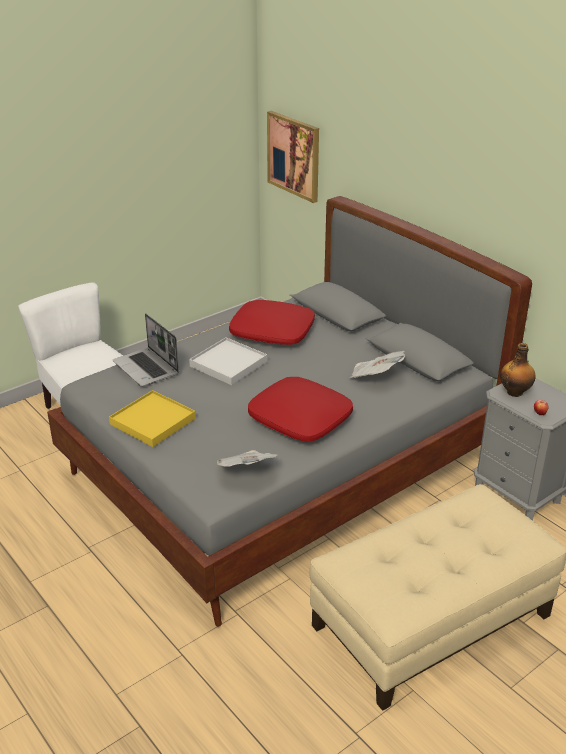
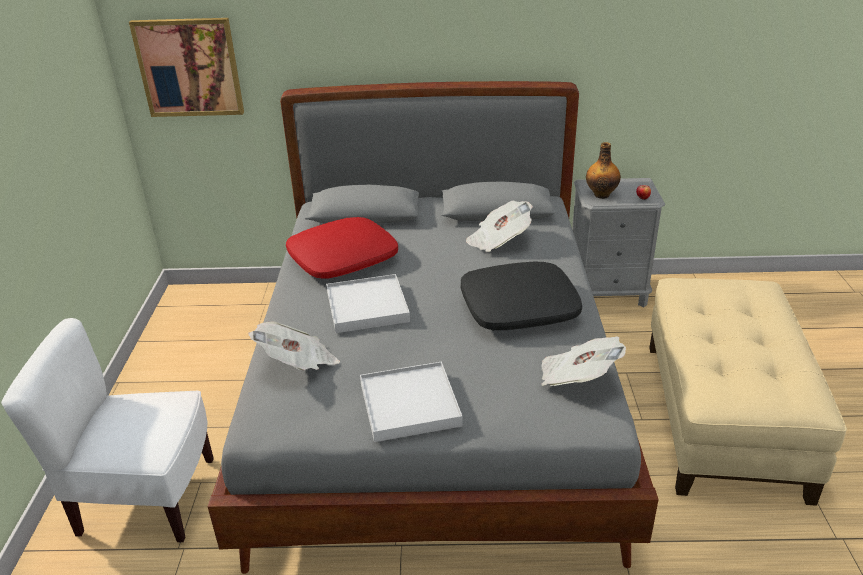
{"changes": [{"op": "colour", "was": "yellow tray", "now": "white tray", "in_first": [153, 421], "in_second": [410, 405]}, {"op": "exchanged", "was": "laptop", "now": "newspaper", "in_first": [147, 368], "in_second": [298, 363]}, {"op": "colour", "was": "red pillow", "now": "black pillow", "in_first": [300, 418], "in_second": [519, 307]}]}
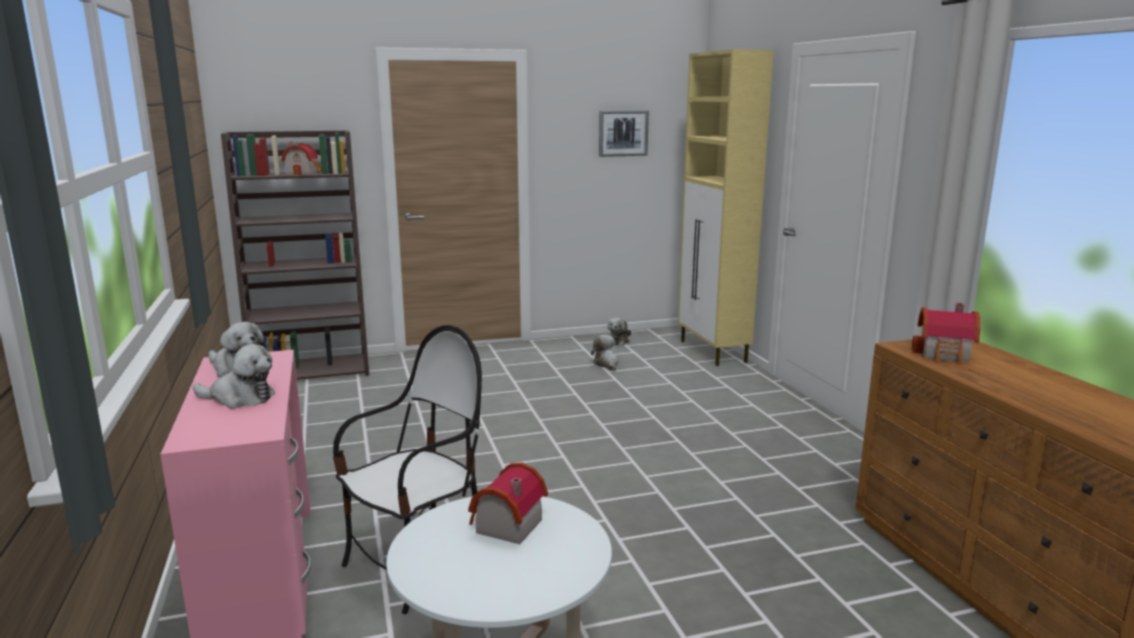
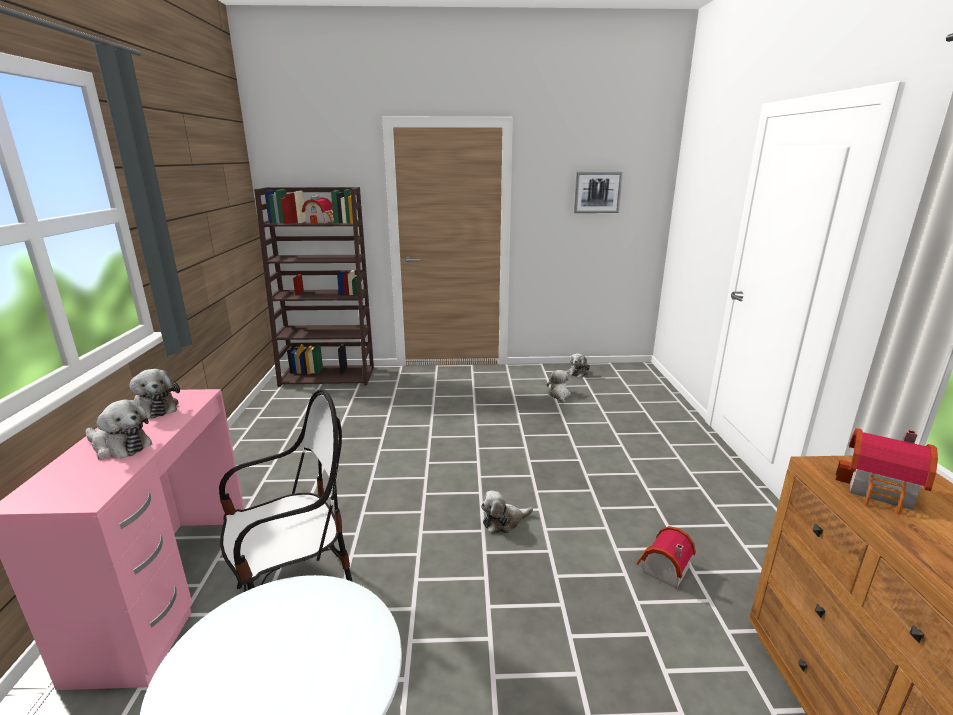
{"changes": [{"op": "relocated", "was": "toy house", "in_first": [504, 526], "in_second": [662, 570]}, {"op": "missing", "was": "beige cabinet", "in_first": [713, 352]}, {"op": "appeared", "now": "plush toy", "in_second": [504, 522]}]}
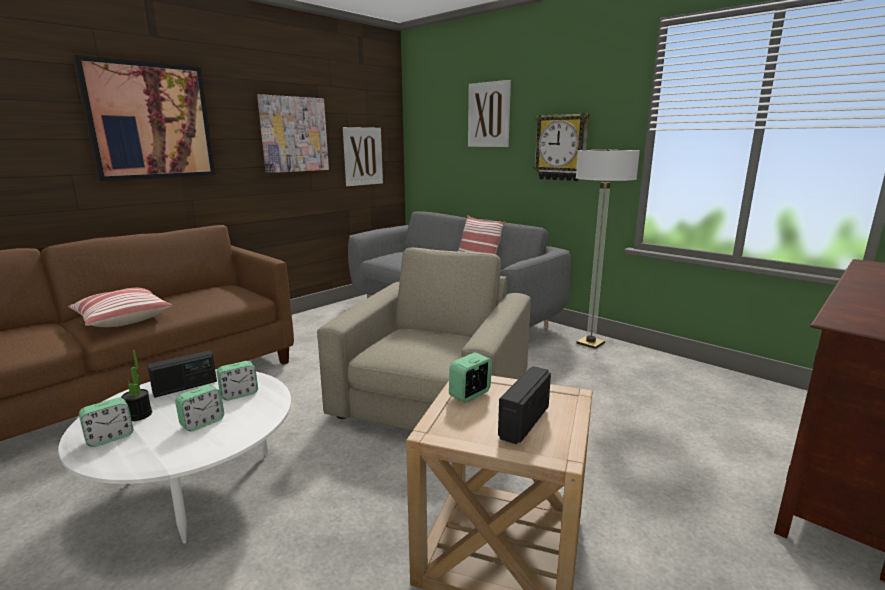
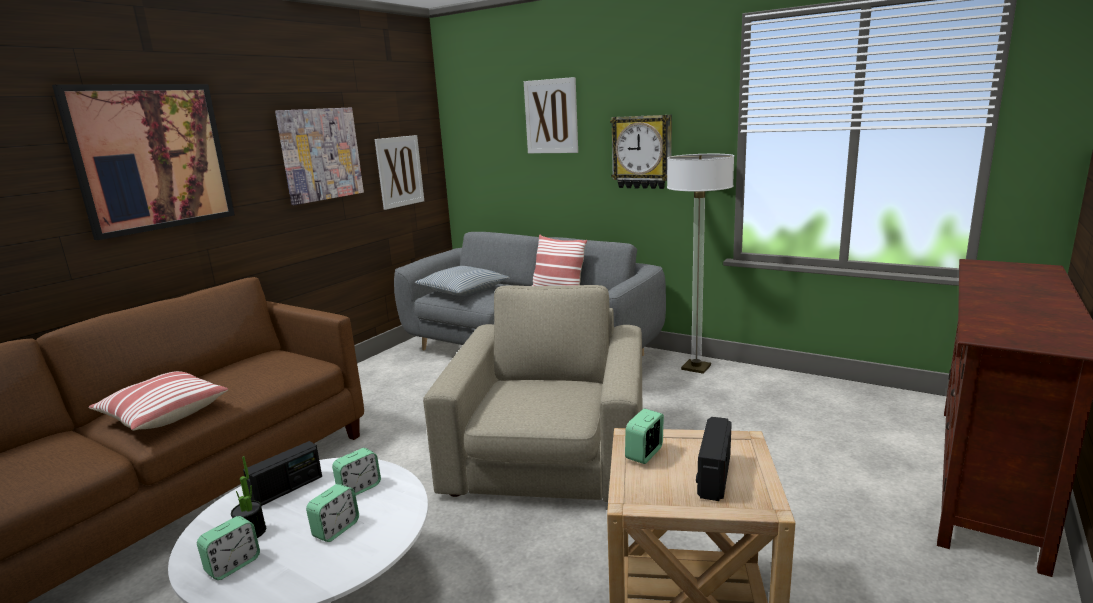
{"changes": [{"op": "appeared", "now": "pillow", "in_second": [463, 290]}]}
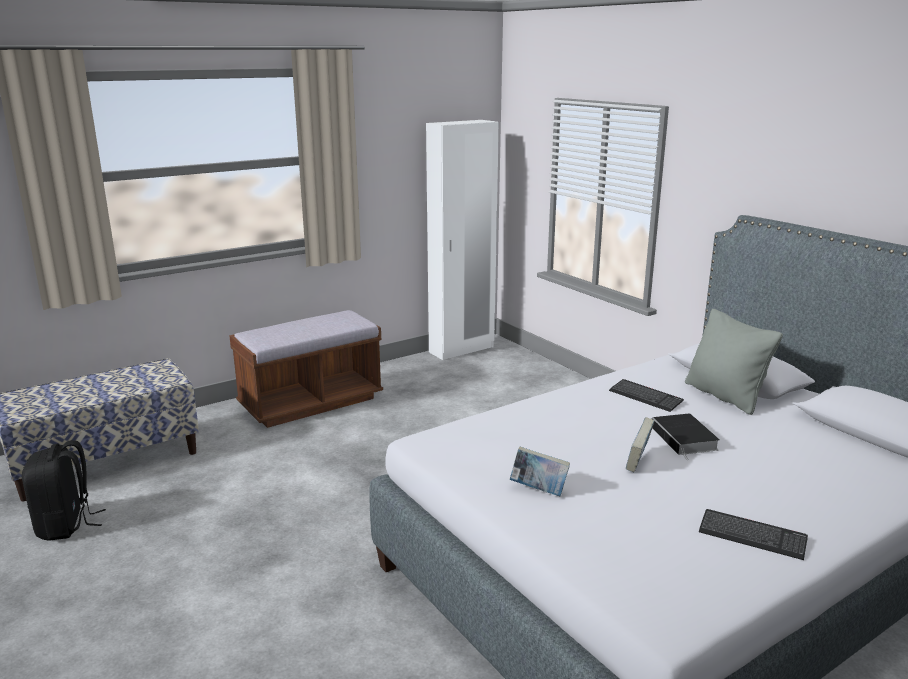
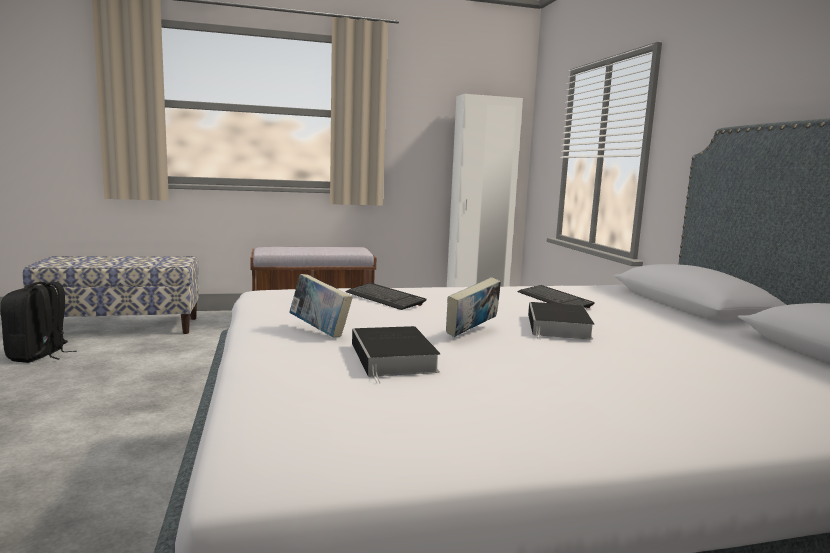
{"changes": [{"op": "missing", "was": "grey pillow", "in_first": [725, 396]}, {"op": "relocated", "was": "keyboard", "in_first": [752, 536], "in_second": [384, 298]}, {"op": "appeared", "now": "book", "in_second": [394, 358]}]}
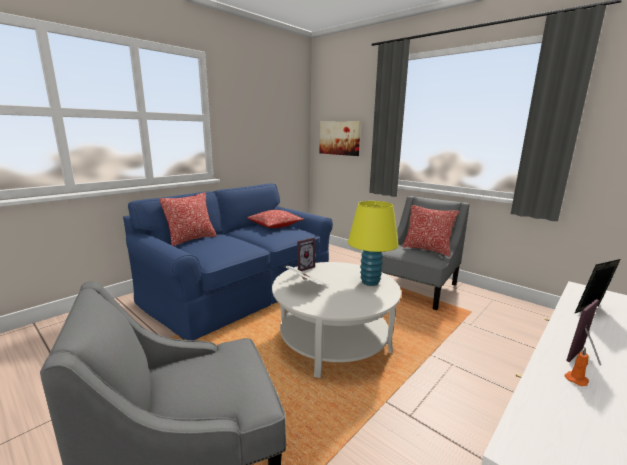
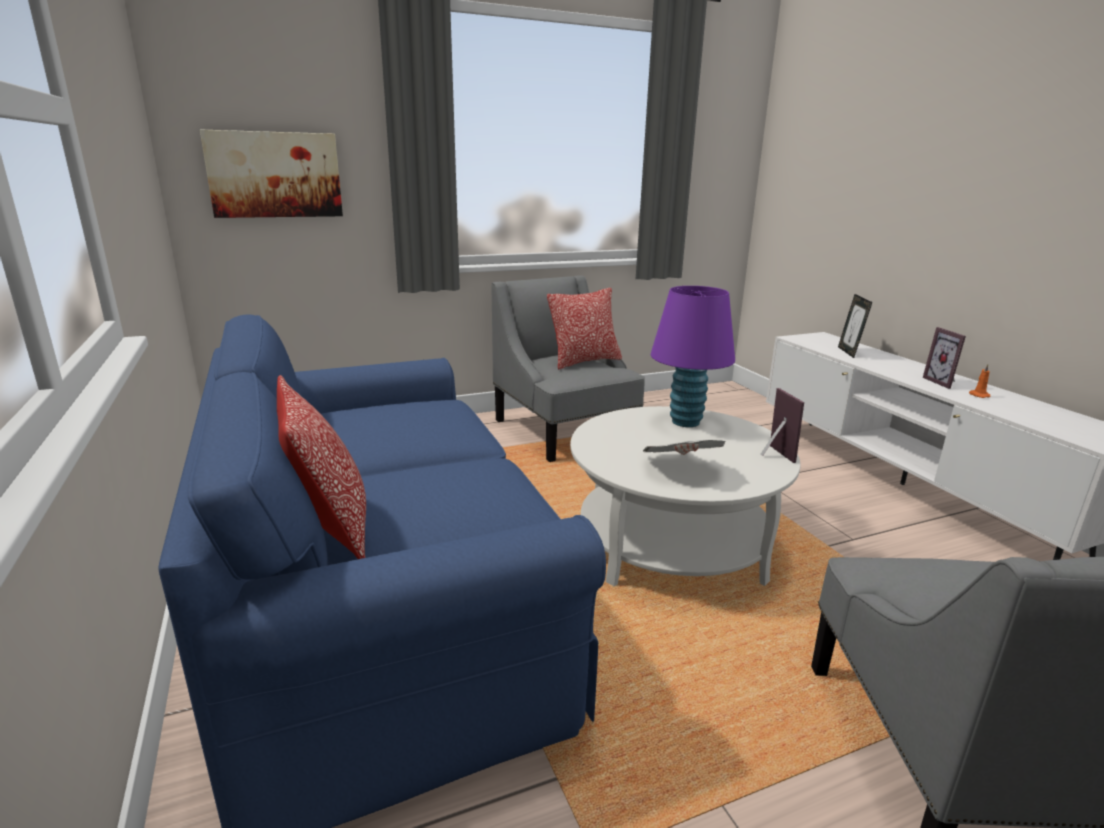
{"changes": [{"op": "missing", "was": "pillow", "in_first": [275, 225]}, {"op": "relocated", "was": "picture frame", "in_first": [303, 267], "in_second": [772, 455]}, {"op": "colour", "was": "yellow table lamp", "now": "purple table lamp", "in_first": [370, 282], "in_second": [686, 422]}]}
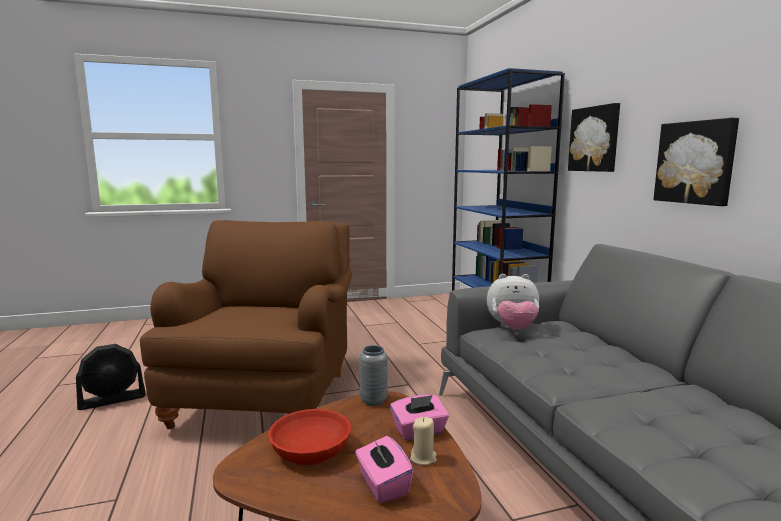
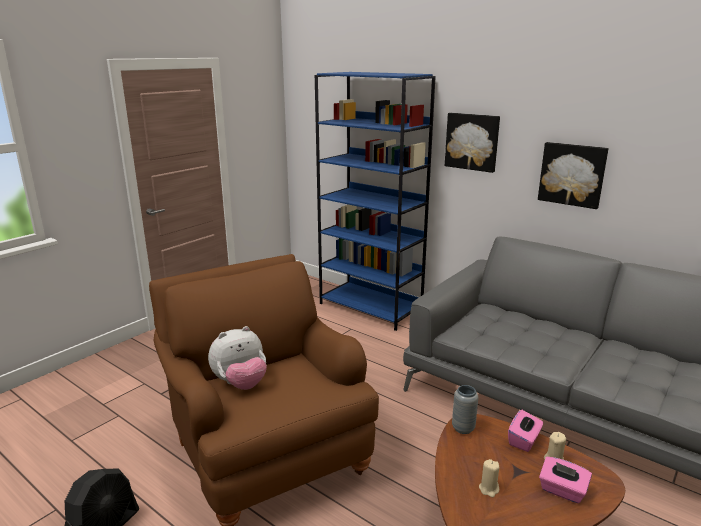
{"changes": [{"op": "exchanged", "was": "red bowl", "now": "beige candle", "in_first": [311, 449], "in_second": [489, 489]}, {"op": "relocated", "was": "plush toy", "in_first": [512, 329], "in_second": [241, 384]}]}
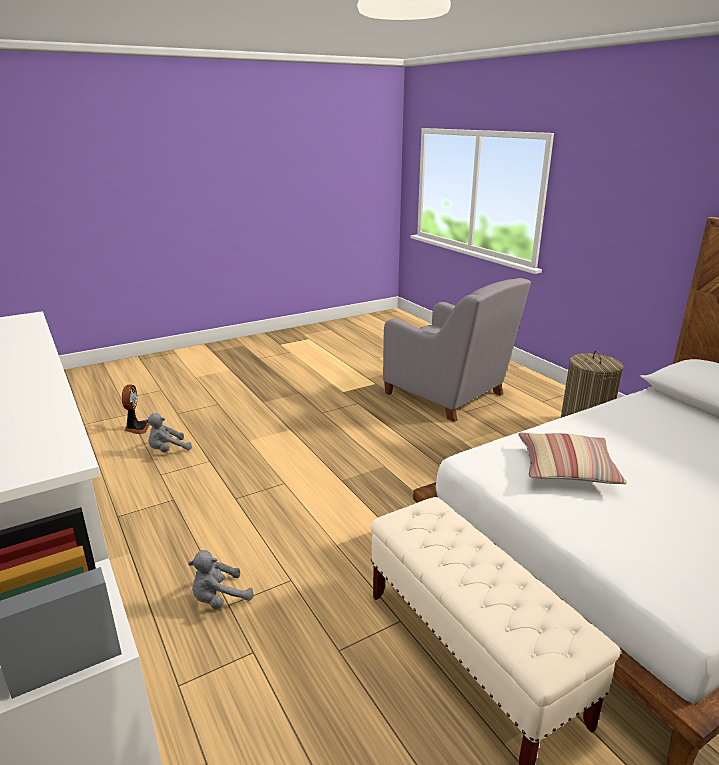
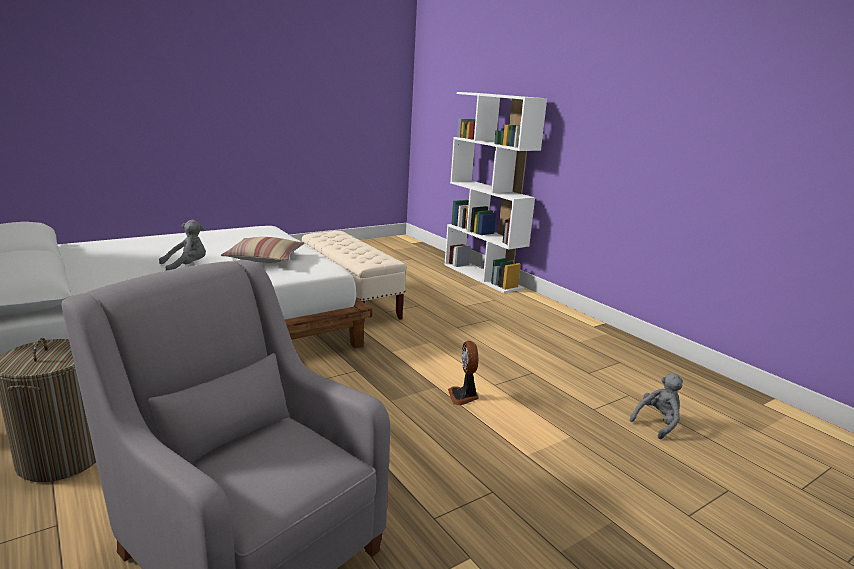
{"changes": [{"op": "relocated", "was": "fan", "in_first": [136, 428], "in_second": [464, 396]}, {"op": "relocated", "was": "grey plush toy", "in_first": [219, 599], "in_second": [187, 266]}]}
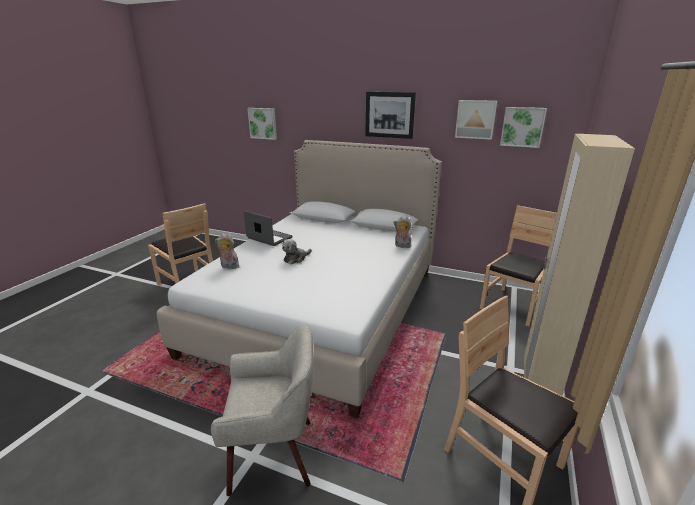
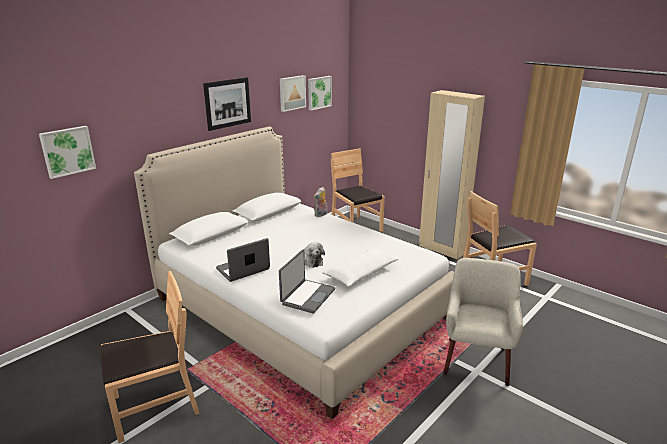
{"changes": [{"op": "exchanged", "was": "plush toy", "now": "laptop", "in_first": [228, 267], "in_second": [307, 296]}, {"op": "appeared", "now": "white pillow", "in_second": [361, 273]}]}
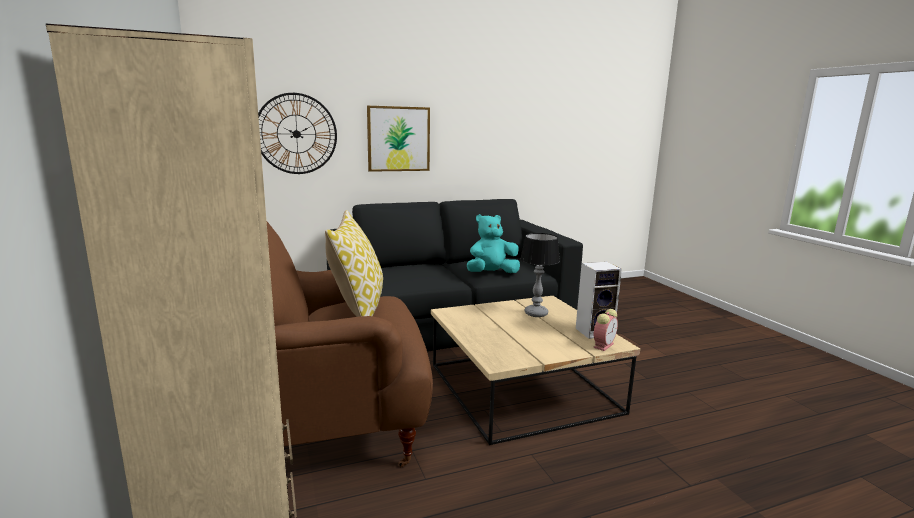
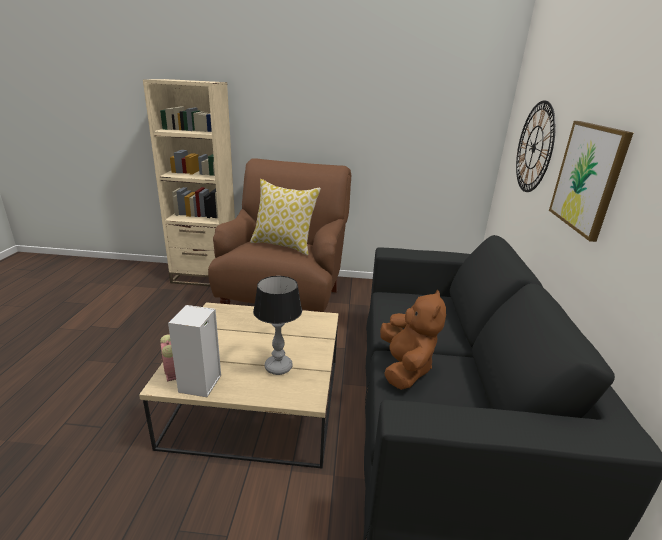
{"changes": [{"op": "colour", "was": "turquoise plush toy", "now": "brown plush toy", "in_first": [491, 274], "in_second": [405, 368]}]}
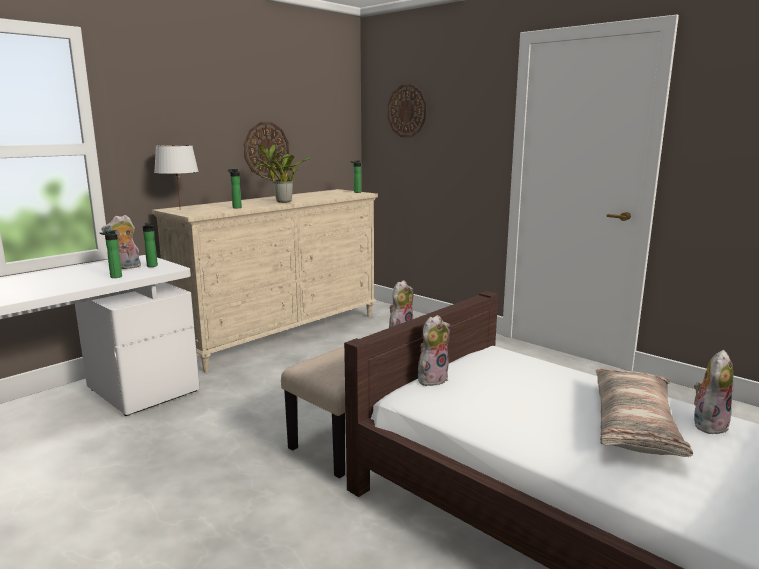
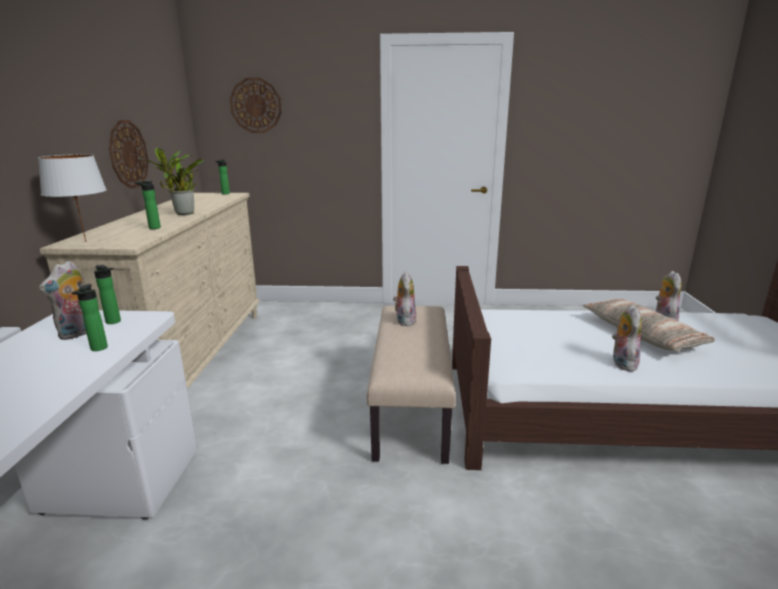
{"changes": [{"op": "relocated", "was": "plush toy", "in_first": [432, 378], "in_second": [621, 363]}]}
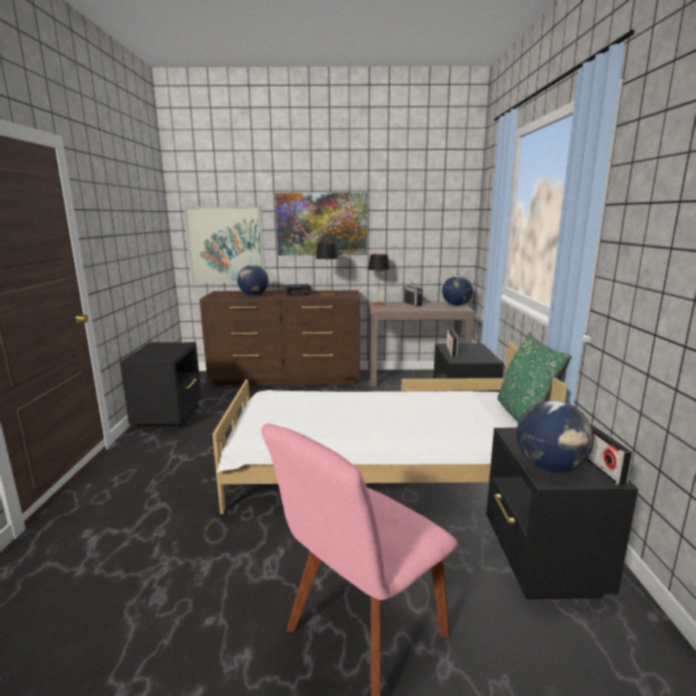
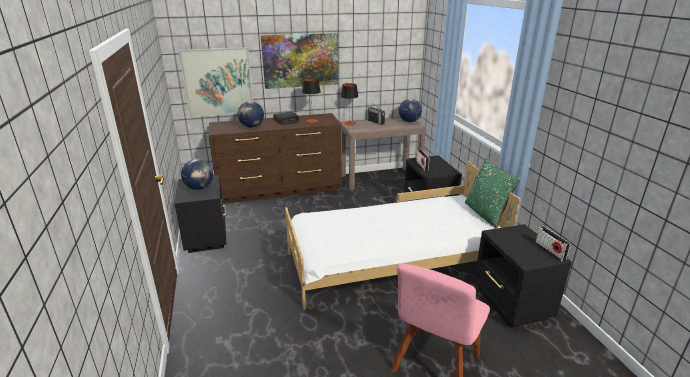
{"changes": [{"op": "relocated", "was": "globe", "in_first": [550, 467], "in_second": [199, 188]}]}
